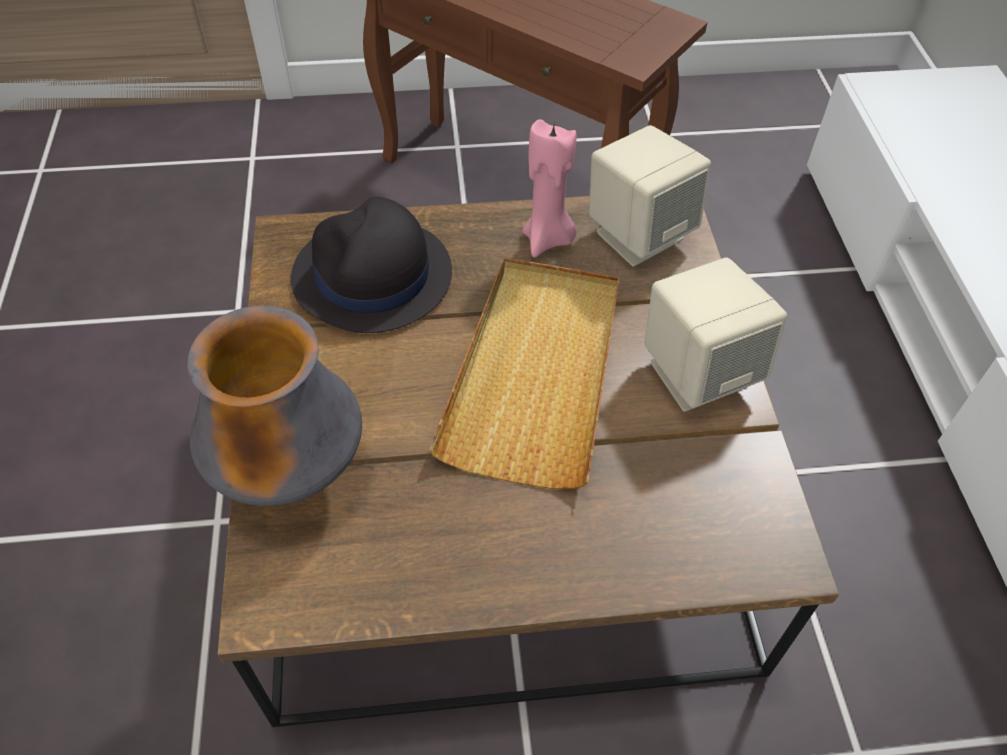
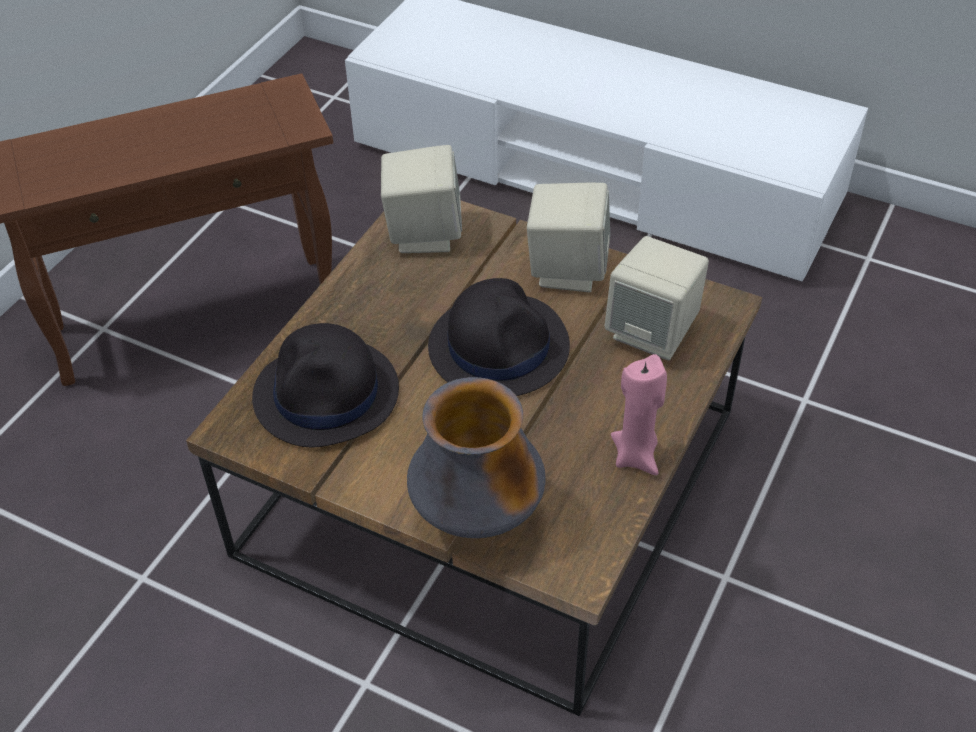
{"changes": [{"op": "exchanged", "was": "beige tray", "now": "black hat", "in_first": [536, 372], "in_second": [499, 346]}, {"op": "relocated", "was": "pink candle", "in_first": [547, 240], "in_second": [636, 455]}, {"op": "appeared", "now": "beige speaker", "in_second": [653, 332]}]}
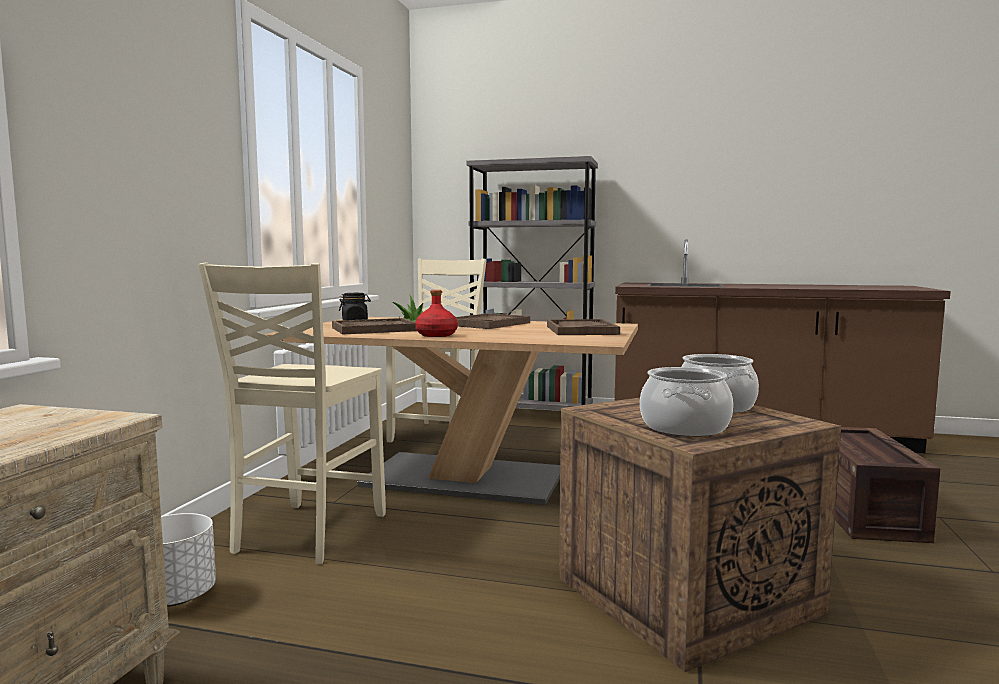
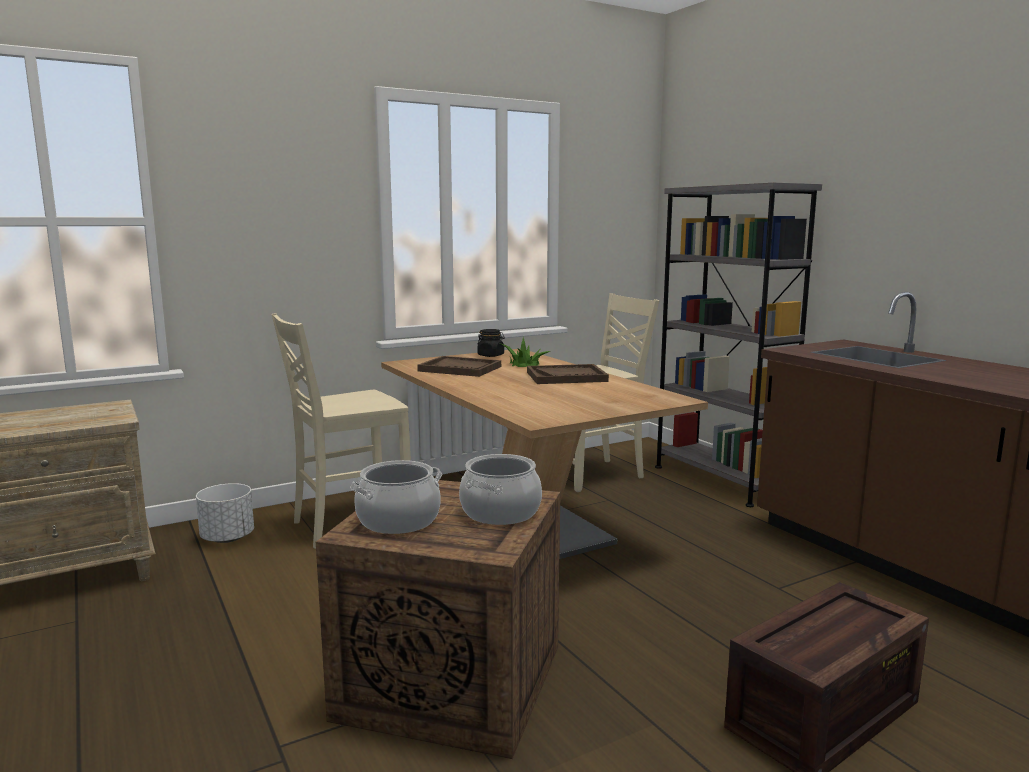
{"changes": [{"op": "missing", "was": "red bottle", "in_first": [437, 335]}, {"op": "missing", "was": "brown tray", "in_first": [581, 330]}]}
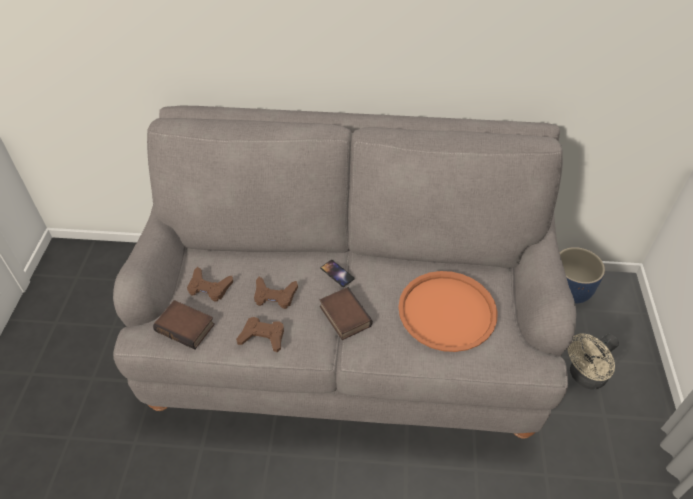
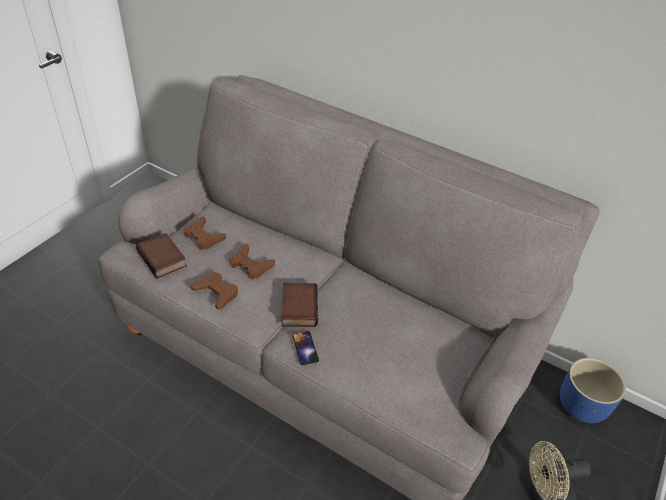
{"changes": [{"op": "relocated", "was": "phone", "in_first": [337, 273], "in_second": [305, 348]}, {"op": "missing", "was": "orange tray", "in_first": [447, 311]}]}
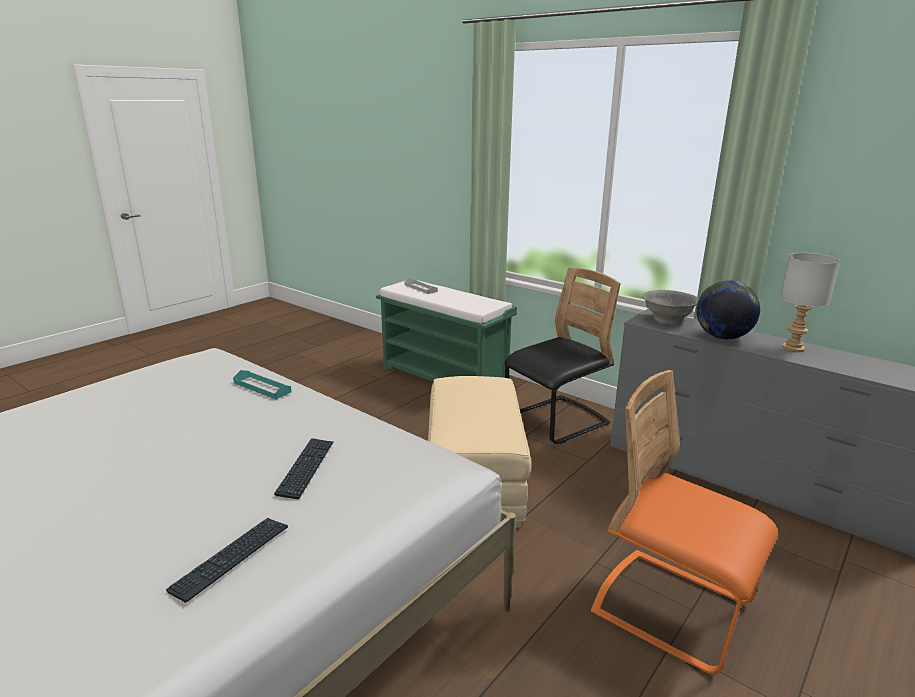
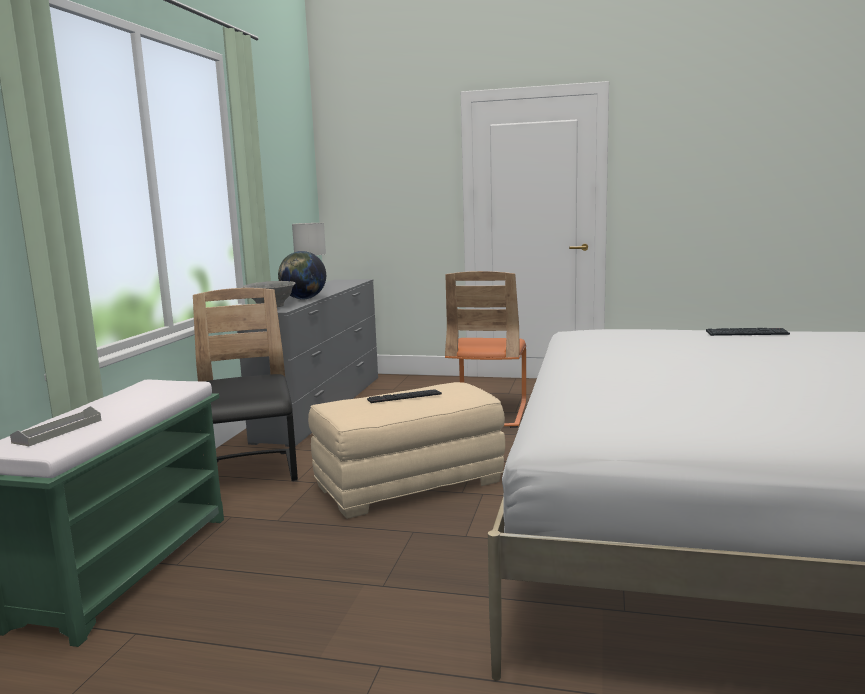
{"changes": [{"op": "missing", "was": "turquoise tray", "in_first": [262, 387]}, {"op": "relocated", "was": "keyboard", "in_first": [306, 468], "in_second": [404, 397]}, {"op": "spun", "was": "black chair", "in_first": [556, 421], "in_second": [251, 473], "clockwise": 45}]}
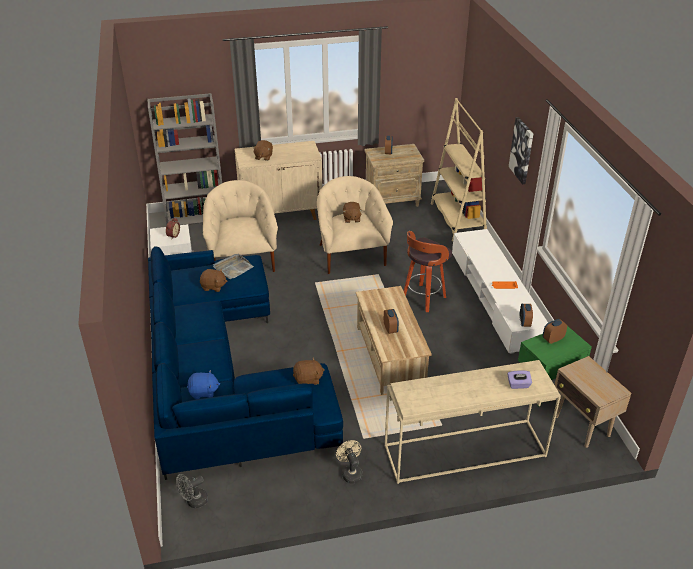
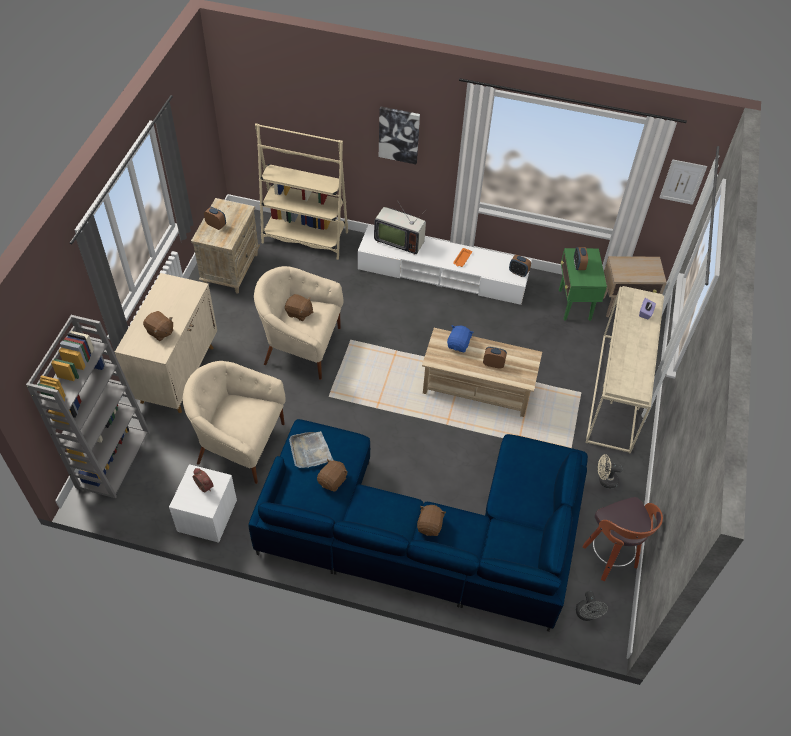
{"changes": [{"op": "relocated", "was": "blue plush toy", "in_first": [203, 392], "in_second": [459, 344]}, {"op": "relocated", "was": "brown plush toy", "in_first": [308, 379], "in_second": [430, 525]}, {"op": "relocated", "was": "stool", "in_first": [423, 299], "in_second": [610, 558]}, {"op": "appeared", "now": "television", "in_second": [399, 240]}, {"op": "appeared", "now": "picture", "in_second": [682, 182]}]}
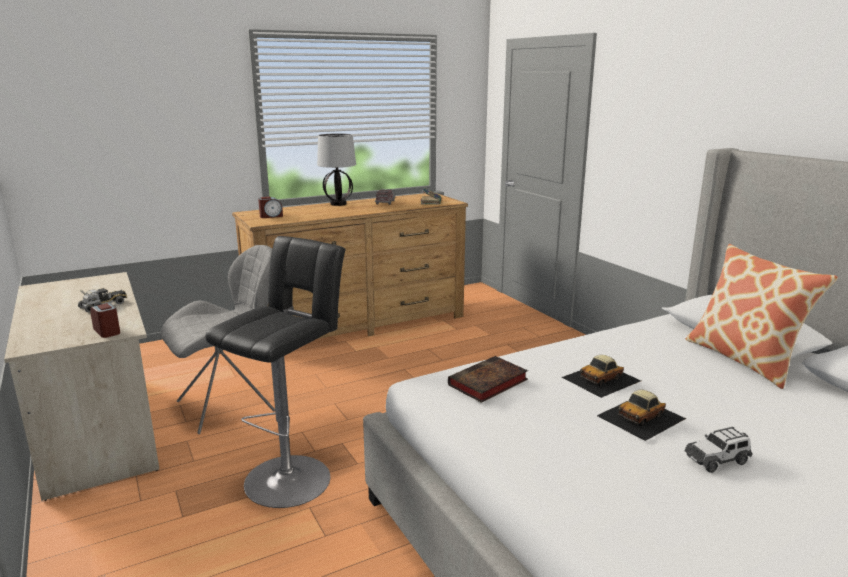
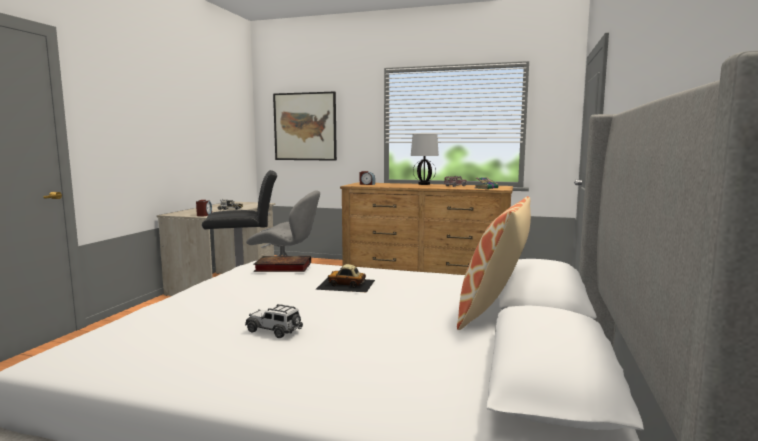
{"changes": [{"op": "missing", "was": "toy car", "in_first": [641, 417]}, {"op": "appeared", "now": "picture", "in_second": [305, 126]}]}
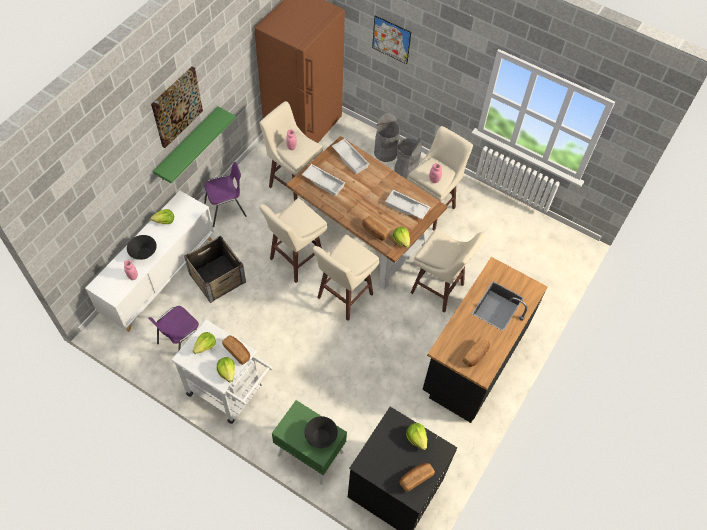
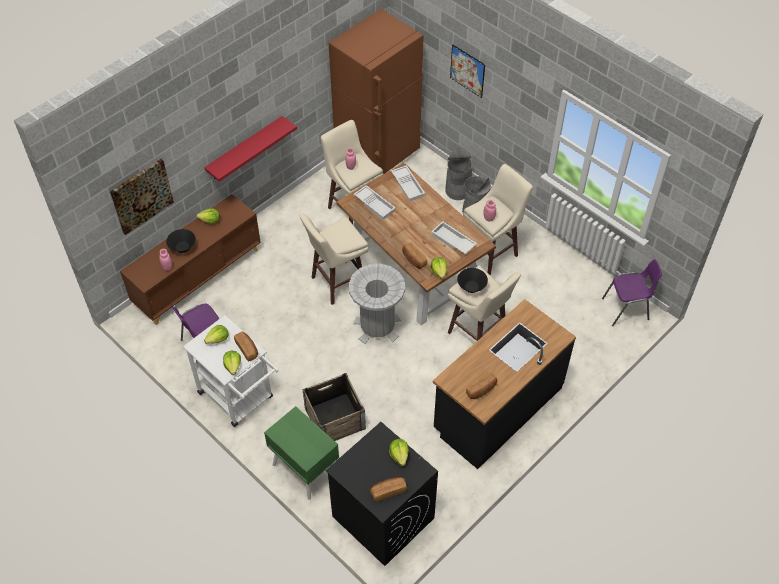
{"changes": [{"op": "colour", "was": "white cabinet", "now": "brown cabinet", "in_first": [159, 276], "in_second": [198, 277]}, {"op": "relocated", "was": "picture", "in_first": [176, 106], "in_second": [141, 196]}, {"op": "colour", "was": "green shelf", "now": "red shelf", "in_first": [188, 145], "in_second": [245, 148]}, {"op": "relocated", "was": "crate", "in_first": [217, 277], "in_second": [334, 418]}, {"op": "relocated", "was": "purple chair", "in_first": [226, 210], "in_second": [626, 309]}, {"op": "relocated", "was": "black bowl", "in_first": [321, 436], "in_second": [471, 287]}, {"op": "exchanged", "was": "beige stool", "now": "grey trash can", "in_first": [343, 297], "in_second": [377, 325]}]}
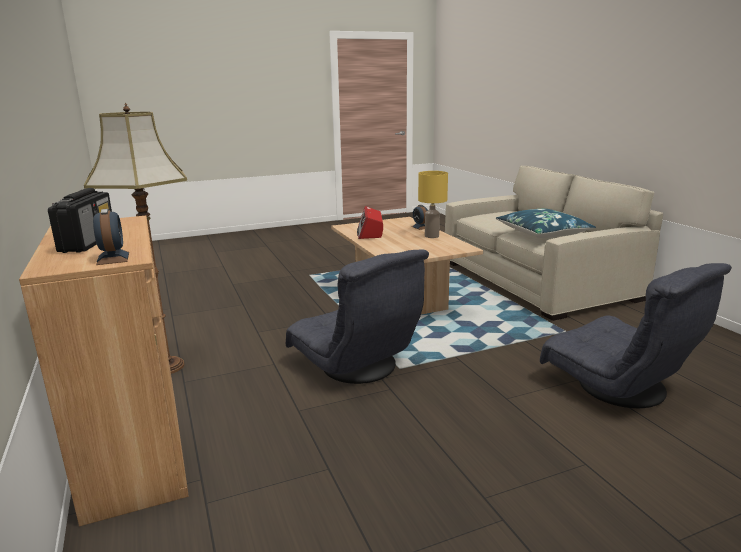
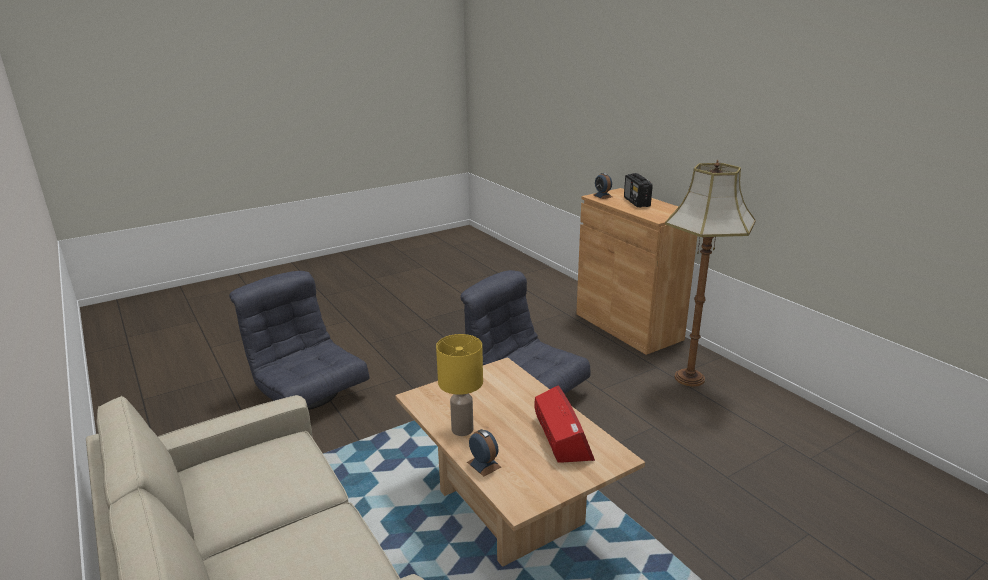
{"changes": [{"op": "missing", "was": "blue pillow", "in_first": [543, 233]}]}
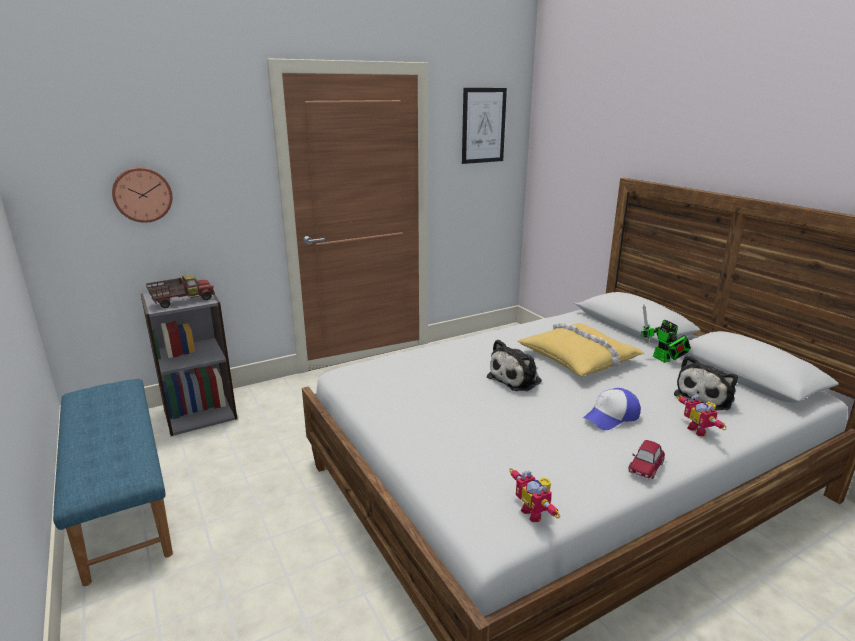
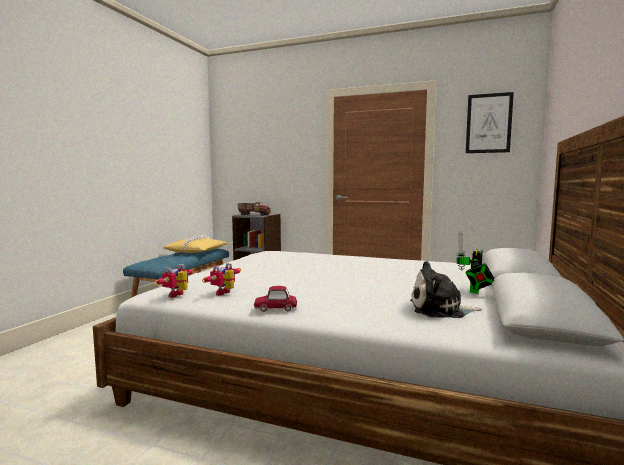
{"changes": [{"op": "missing", "was": "wall clock", "in_first": [142, 194]}, {"op": "missing", "was": "plush toy", "in_first": [517, 379]}, {"op": "relocated", "was": "yellow pillow", "in_first": [579, 358], "in_second": [197, 251]}, {"op": "missing", "was": "cap", "in_first": [611, 417]}, {"op": "relocated", "was": "toy robot", "in_first": [699, 430], "in_second": [225, 293]}]}
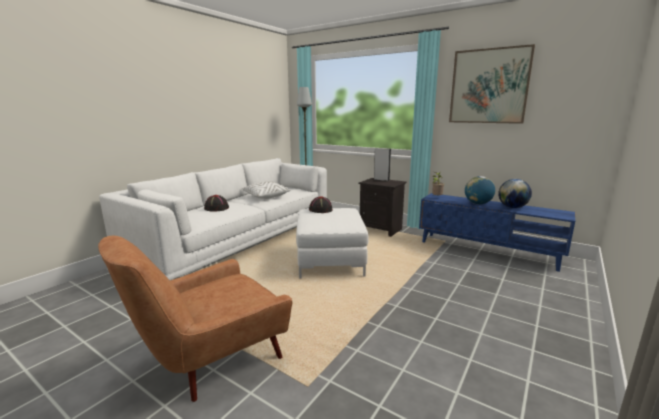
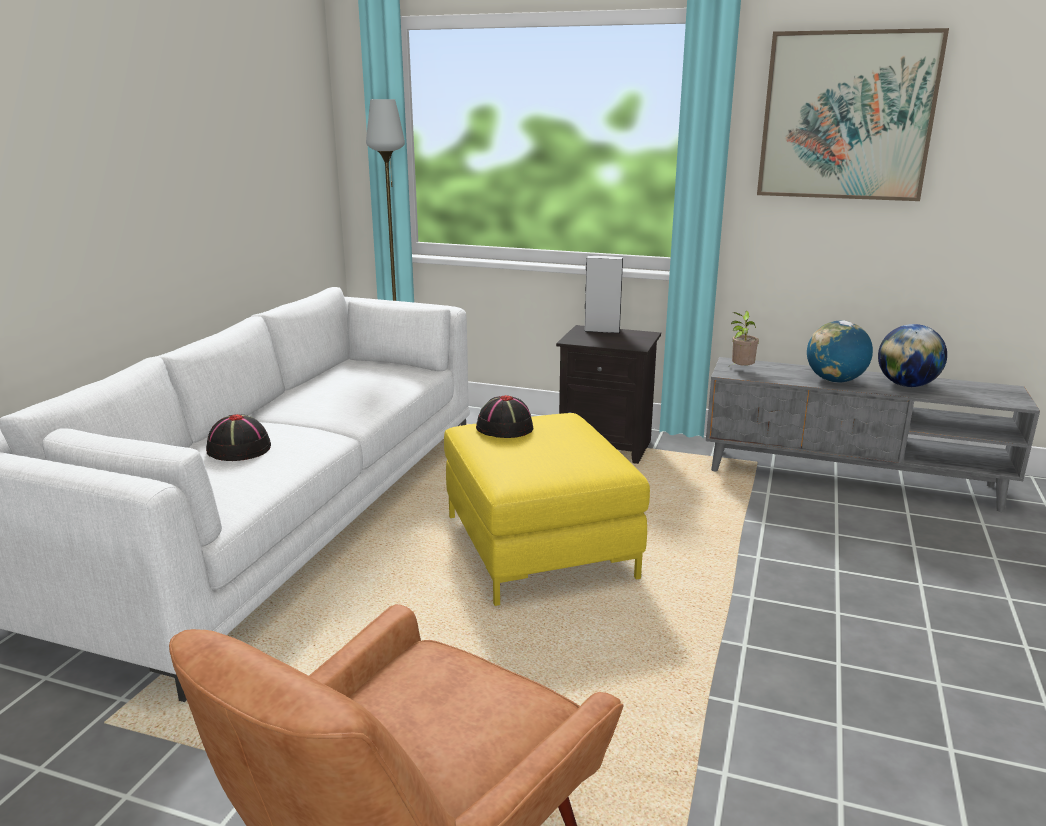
{"changes": [{"op": "missing", "was": "white pillow", "in_first": [265, 196]}, {"op": "colour", "was": "white ottoman", "now": "yellow ottoman", "in_first": [330, 261], "in_second": [538, 546]}, {"op": "colour", "was": "blue tv stand", "now": "grey tv stand", "in_first": [487, 251], "in_second": [851, 478]}]}
